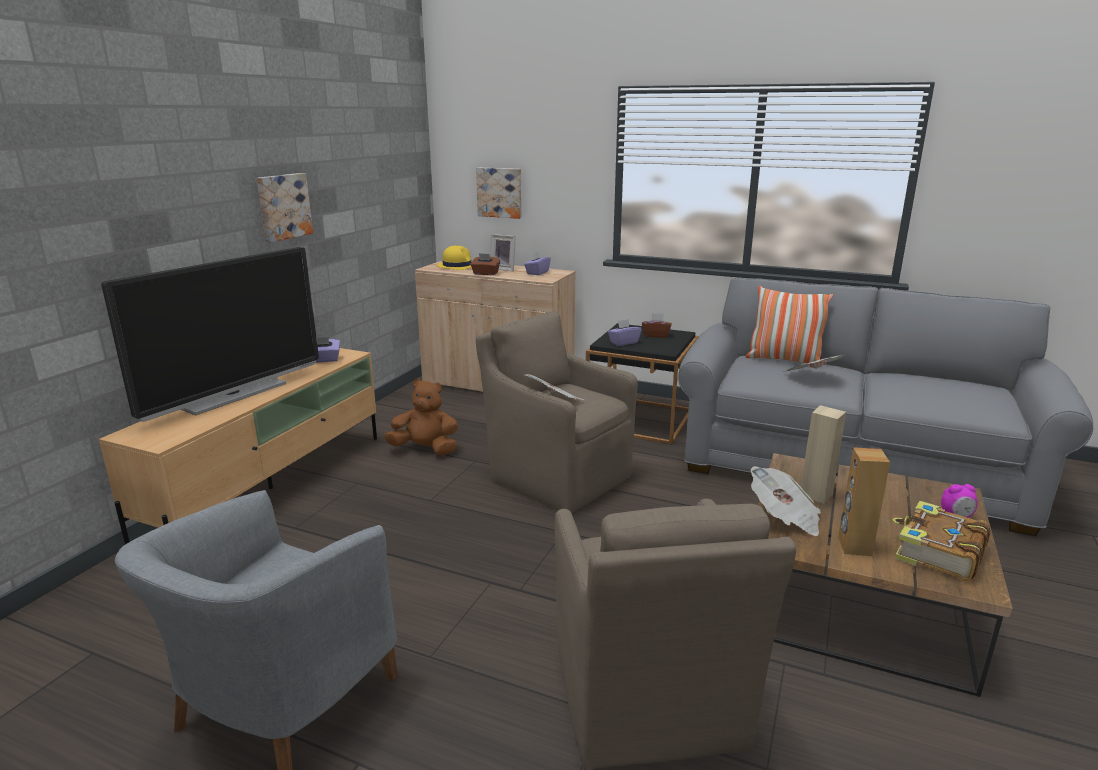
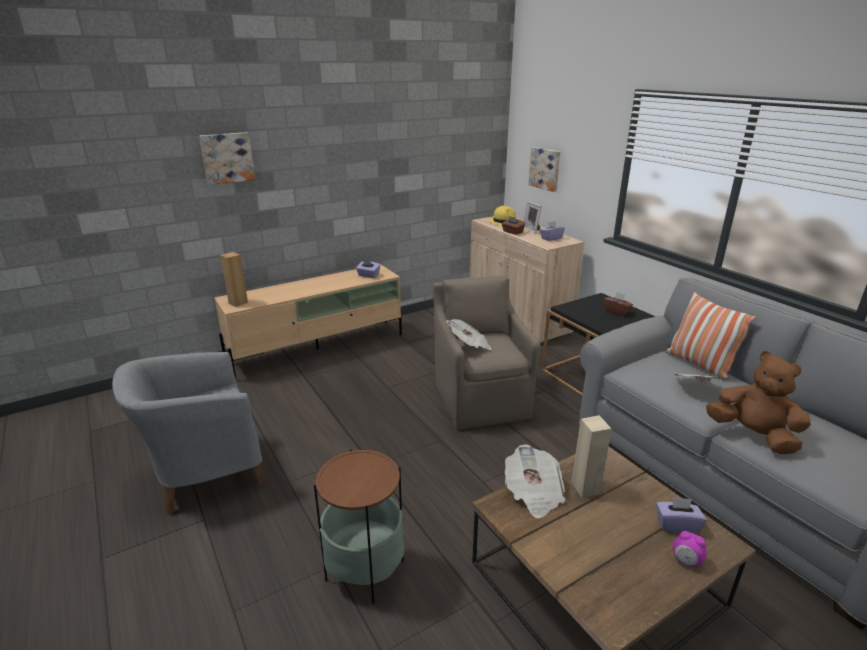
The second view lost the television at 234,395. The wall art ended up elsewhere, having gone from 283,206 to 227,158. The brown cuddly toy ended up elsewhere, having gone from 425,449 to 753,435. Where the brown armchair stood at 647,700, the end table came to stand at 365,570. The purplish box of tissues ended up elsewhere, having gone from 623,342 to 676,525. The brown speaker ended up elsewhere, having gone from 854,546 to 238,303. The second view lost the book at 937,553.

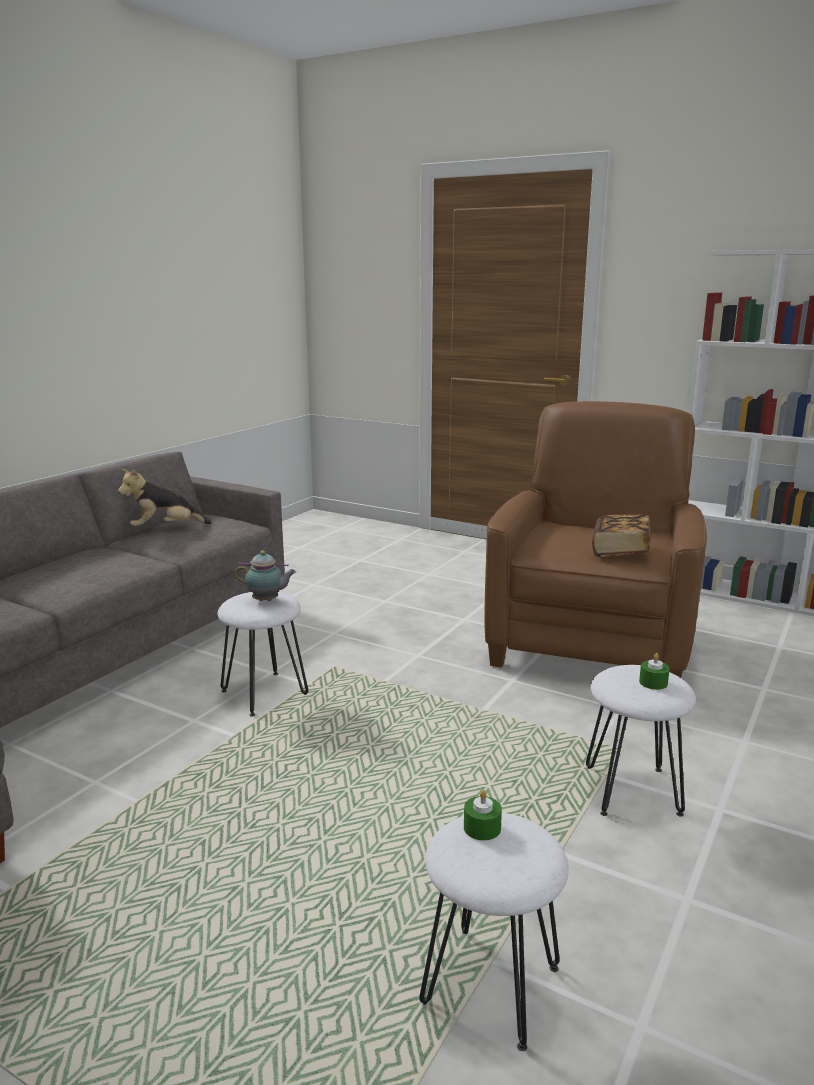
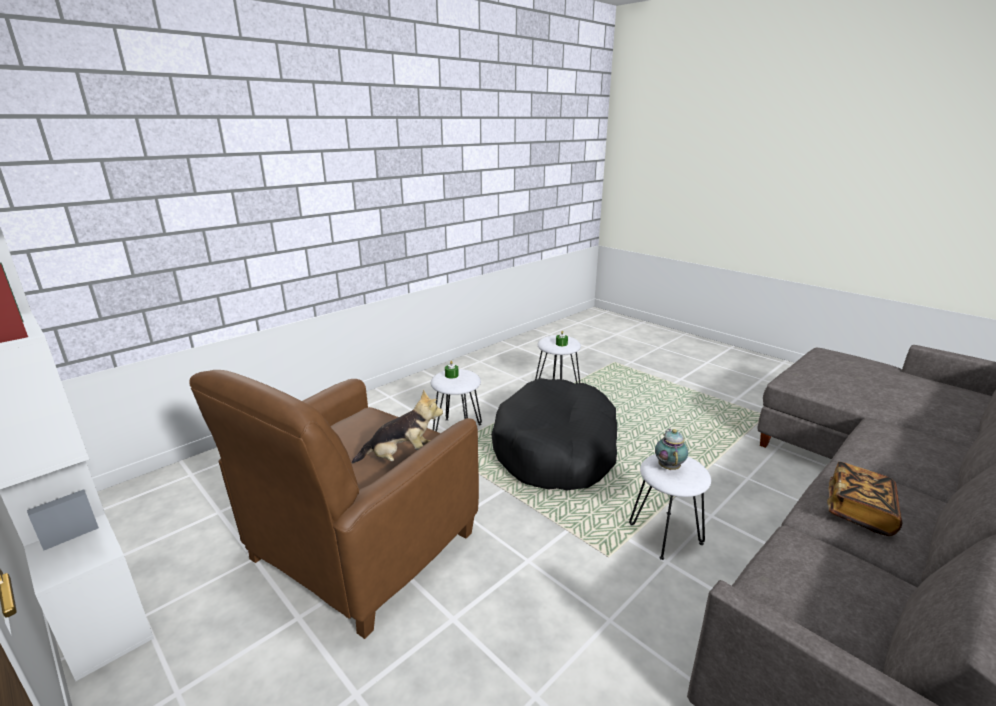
The cuddly toy ended up elsewhere, having gone from 165,529 to 401,459. The pot for tea at 267,601 ended up facing another way, 75 degrees clockwise from before. The book ended up elsewhere, having gone from 620,551 to 859,511. The second view gained the black pet bed at 556,450.

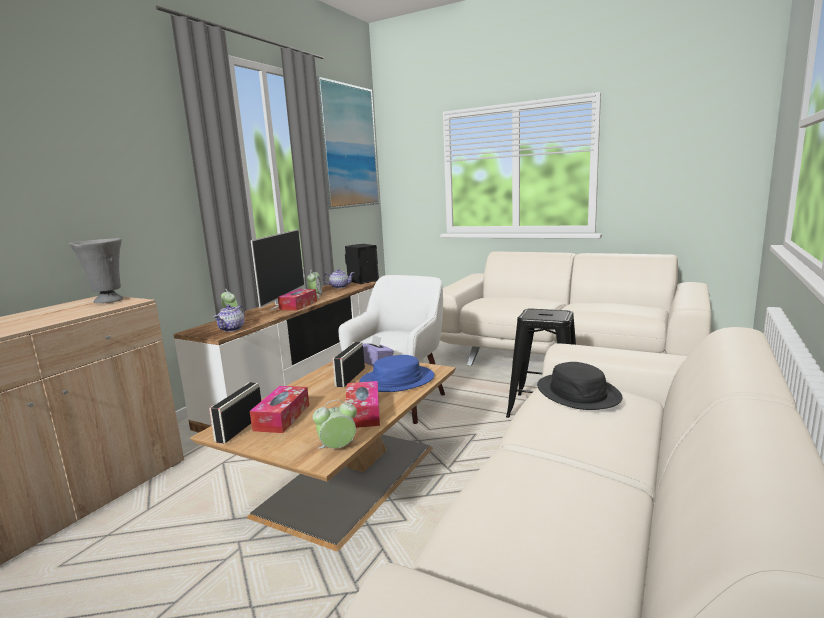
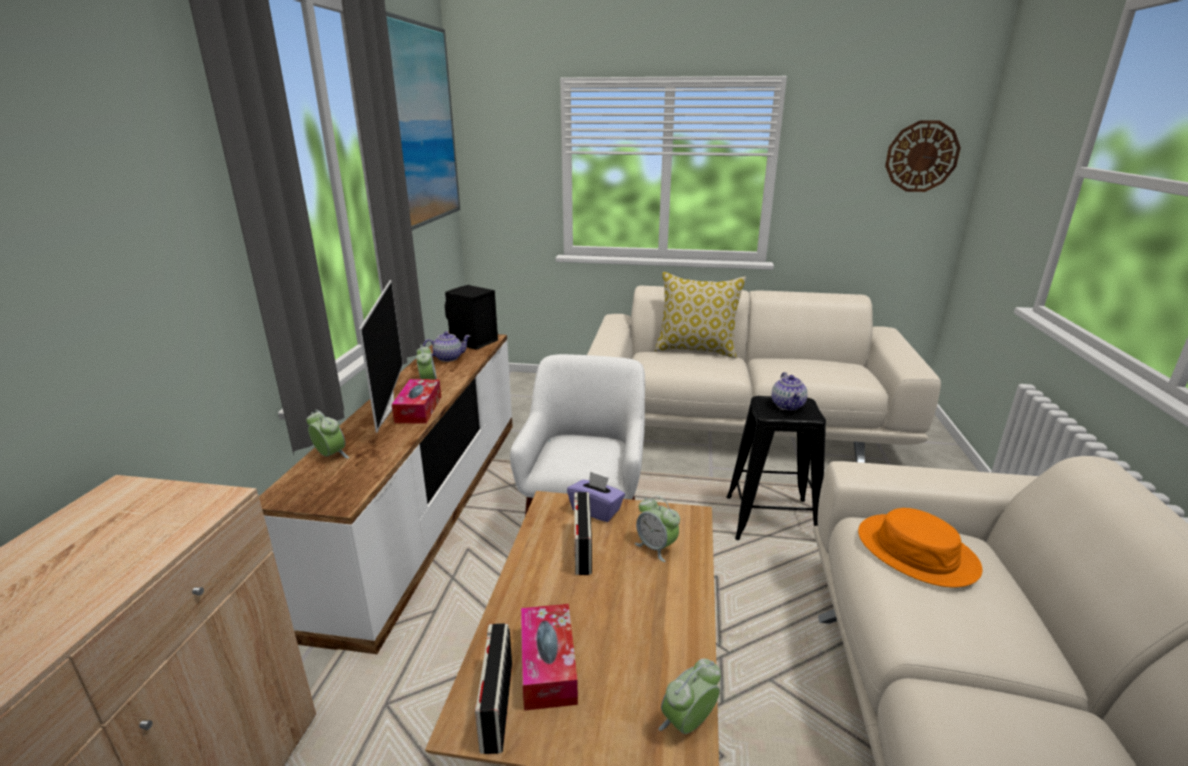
The second view lost the greyish decorative vase at 107,301. The pot for tea ended up elsewhere, having gone from 232,329 to 788,405. The second view lost the box of tissues at 363,412. Where the bluish hat stood at 397,380, the table clock came to stand at 656,547. What was the black hat at 578,393 turned into the orange-coloured hat at 916,551. The second view gained the pillow at 696,350. The second view gained the hanging clock at 921,156.

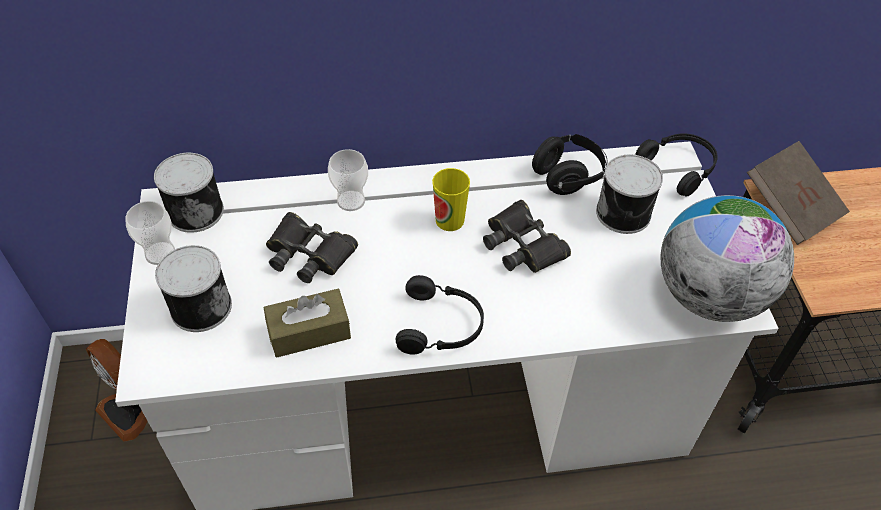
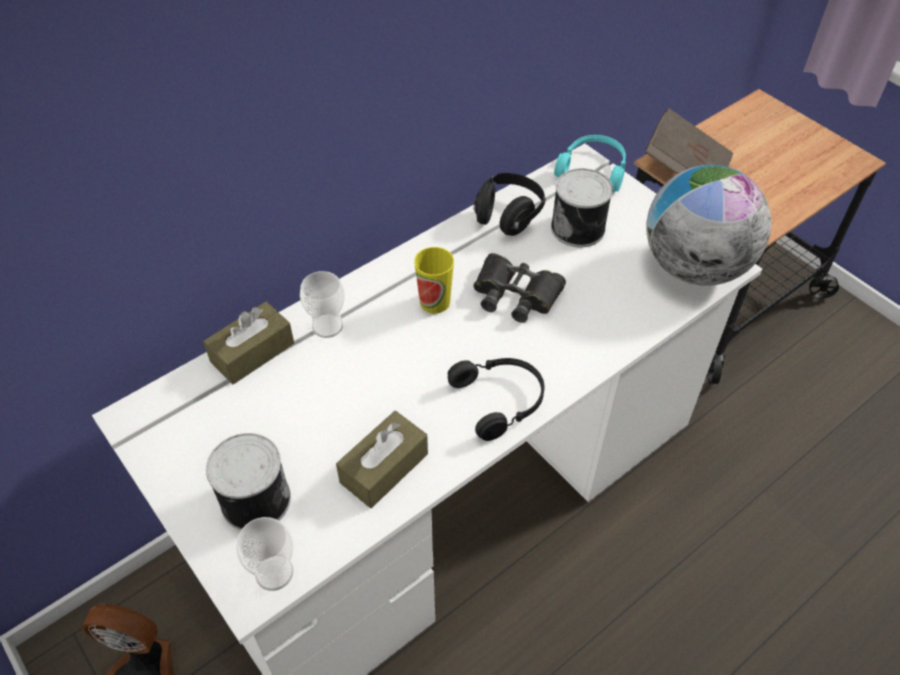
The drinking cup ended up elsewhere, having gone from 160,253 to 274,572. The second view lost the sealed can at 195,210. The second view lost the black binoculars at 309,253. What was the black pair of headphones at 680,167 turned into the blue-green pair of headphones at 593,169. The second view gained the brown box of tissues at 252,352.

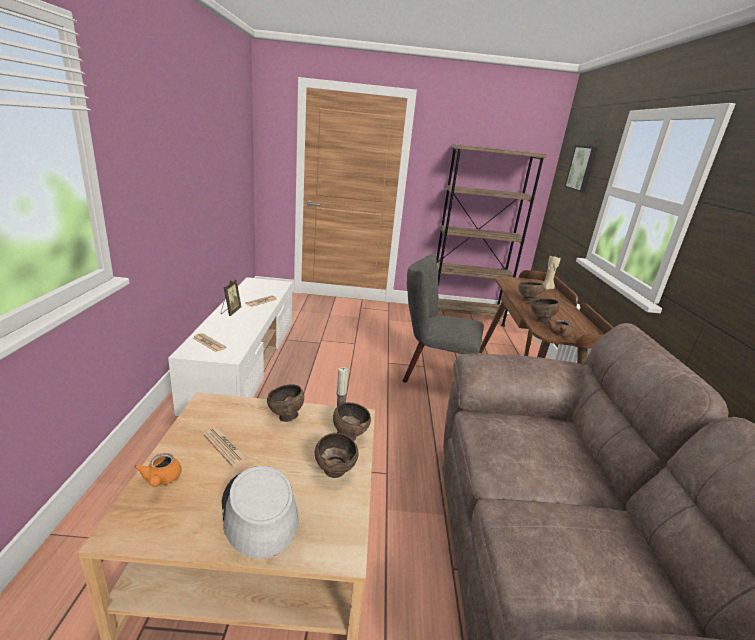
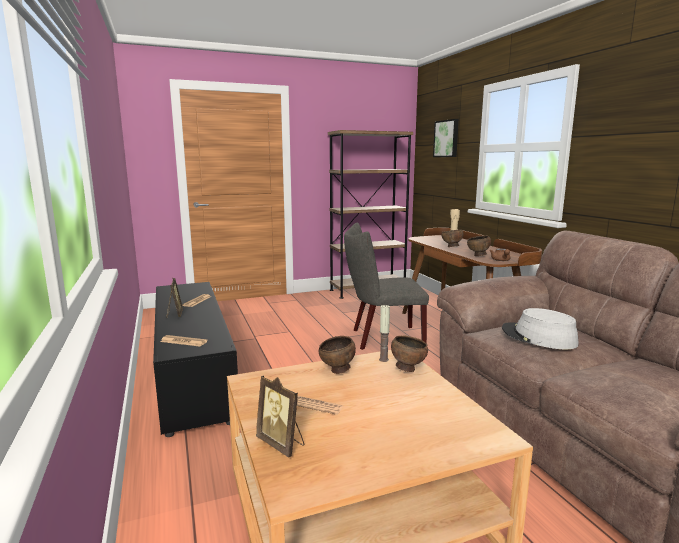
Where the orange-coloured pot for tea stood at 161,480, the standing frame came to stand at 281,444. What was the white-coloured tv unit at 245,362 turned into the black tv unit at 192,372. The greyish hat ended up elsewhere, having gone from 258,512 to 538,337. The second view lost the brown deep dish at 335,472.

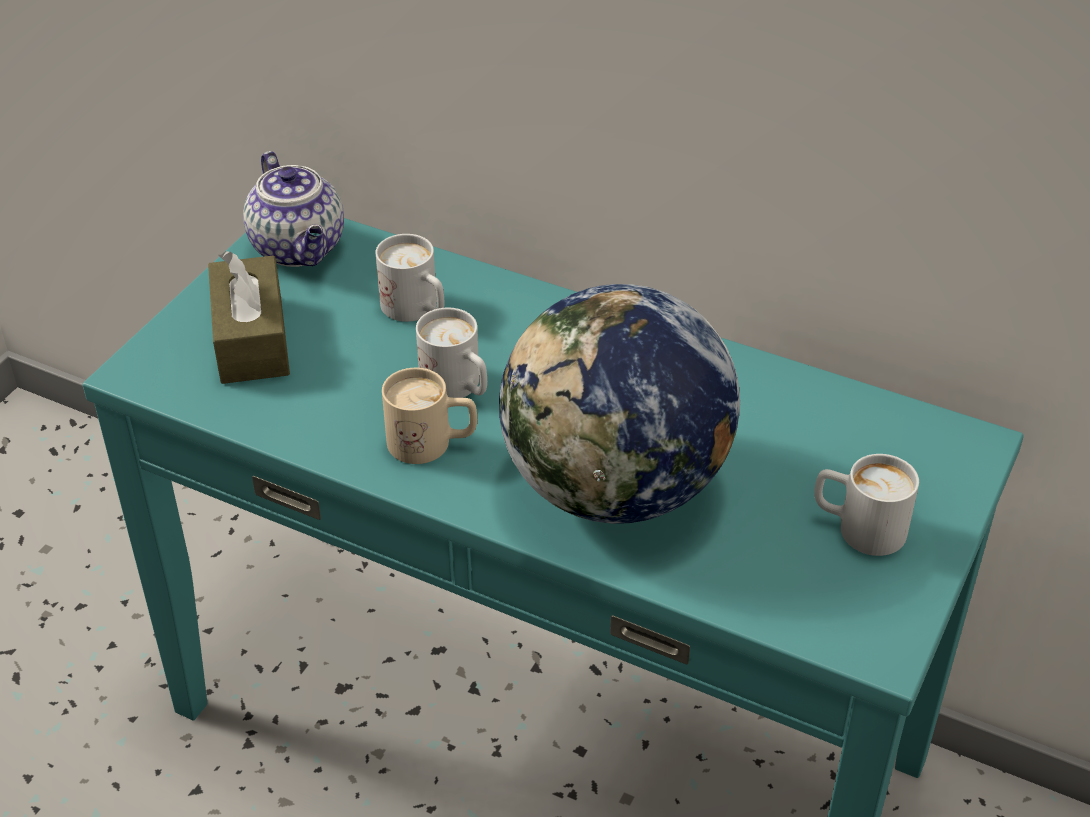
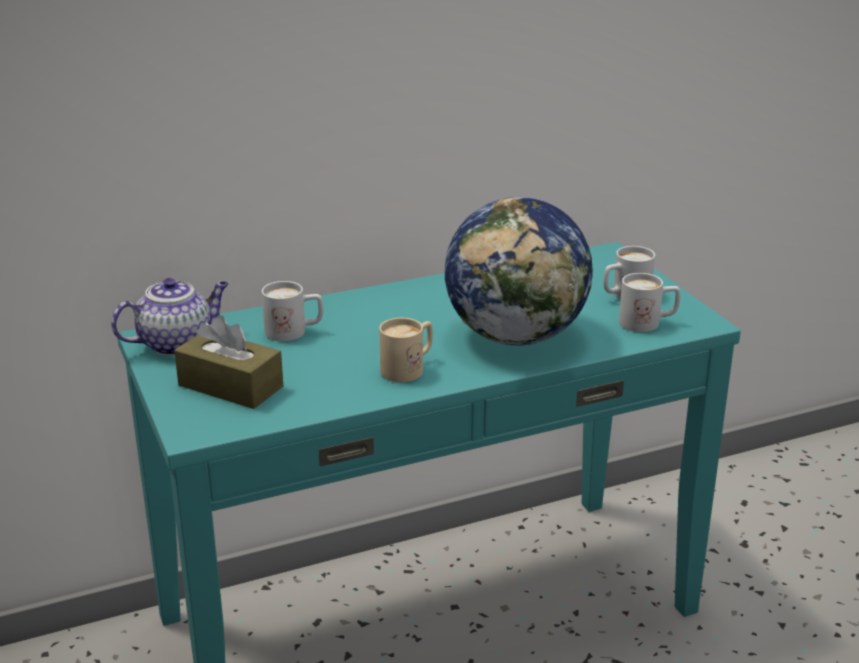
The pot for tea at 300,249 ended up facing another way, 45 degrees counterclockwise from before. The white-coloured mug ended up elsewhere, having gone from 458,388 to 648,323.

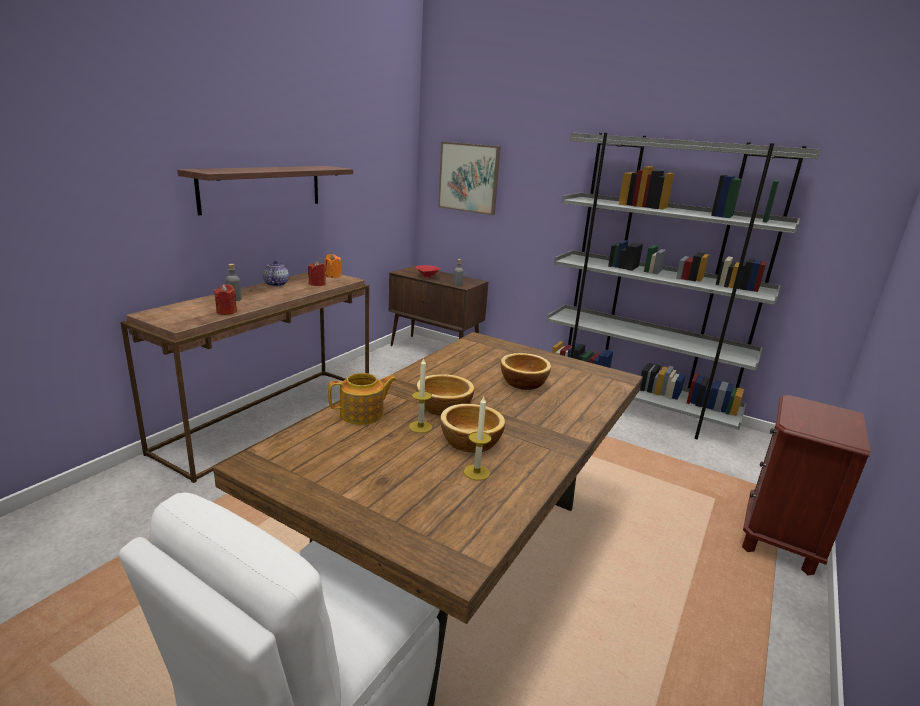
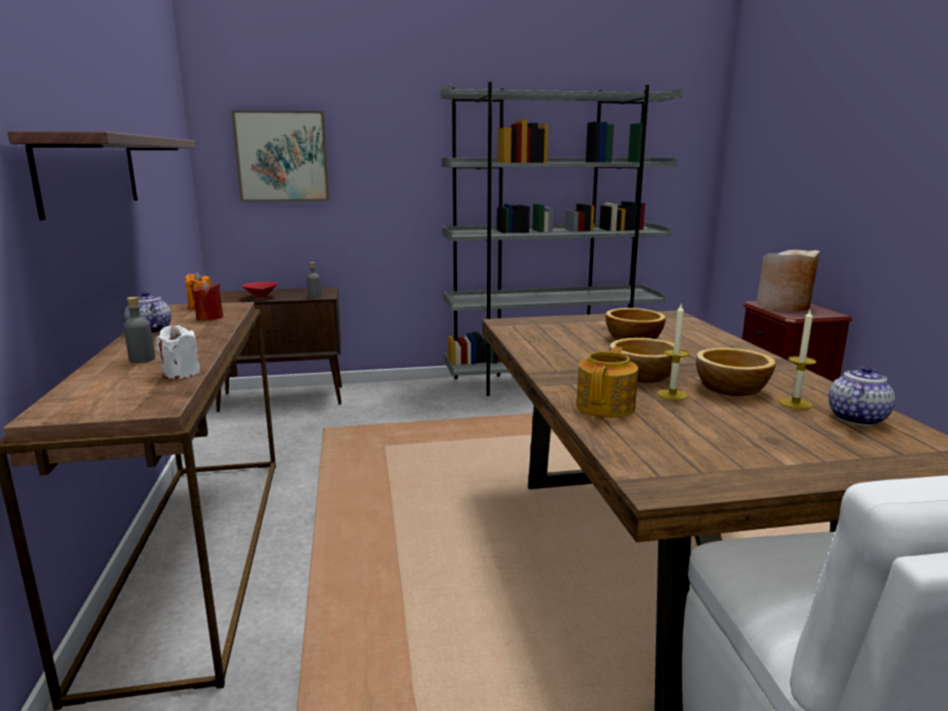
What was the red-coloured candle at 226,312 turned into the white-coloured candle at 181,373. The second view gained the sand-coloured decorative vase at 783,306. The second view gained the pot for tea at 856,418.

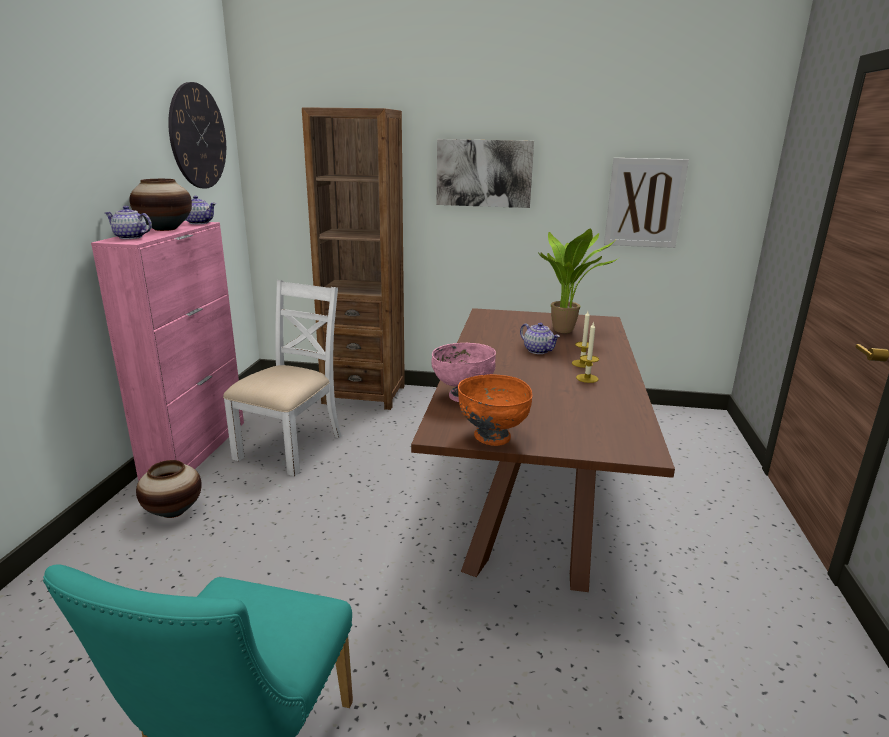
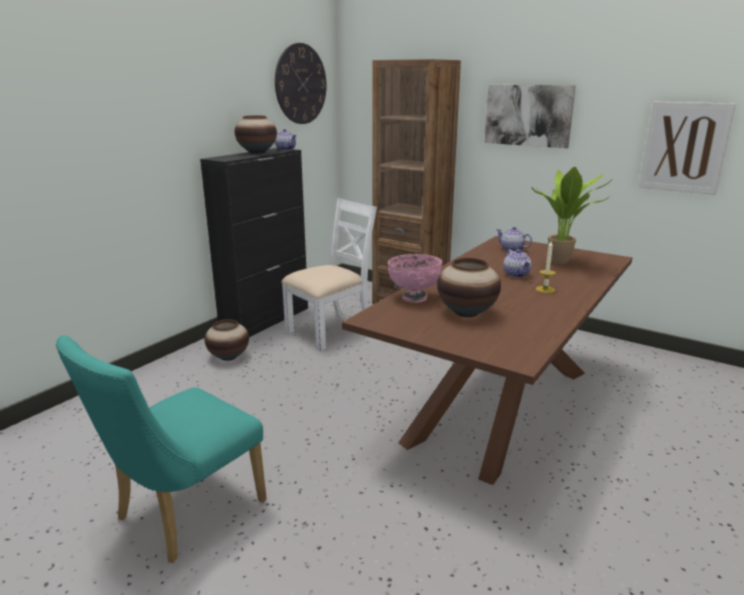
What was the pink-coloured cabinet at 196,448 turned into the black cabinet at 266,320. The pot for tea ended up elsewhere, having gone from 131,237 to 512,249. The second view lost the orange-coloured deep dish at 492,438. The second view lost the candle at 587,378. The second view gained the decorative vase at 466,313.

